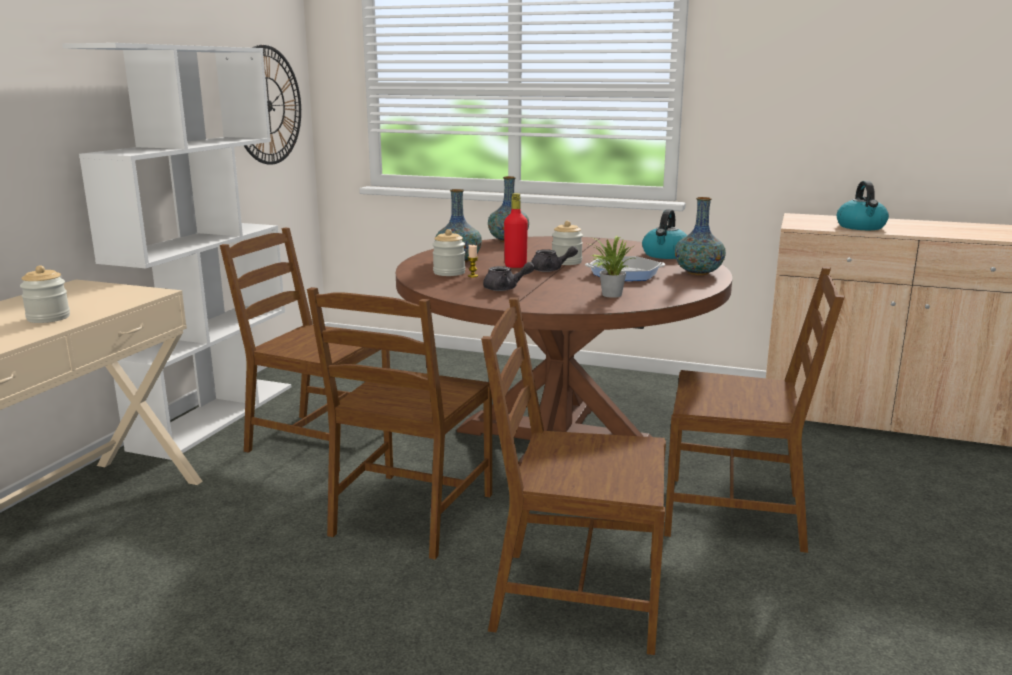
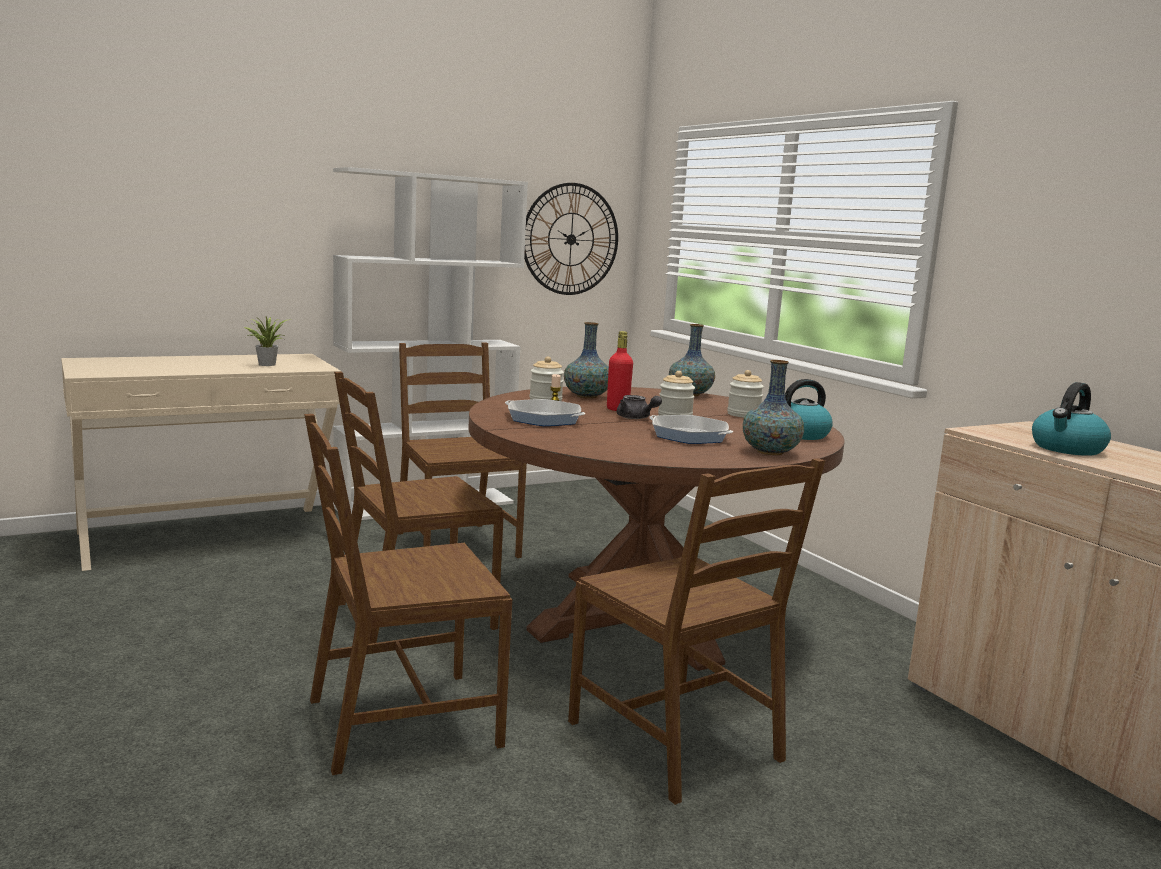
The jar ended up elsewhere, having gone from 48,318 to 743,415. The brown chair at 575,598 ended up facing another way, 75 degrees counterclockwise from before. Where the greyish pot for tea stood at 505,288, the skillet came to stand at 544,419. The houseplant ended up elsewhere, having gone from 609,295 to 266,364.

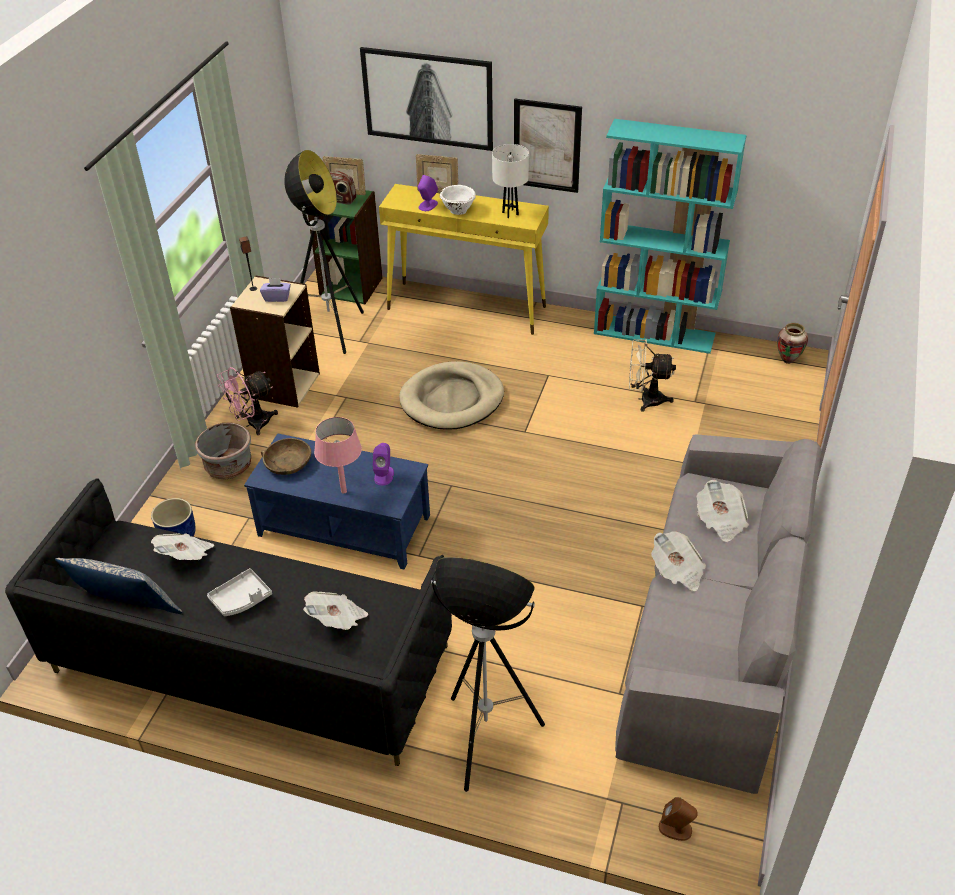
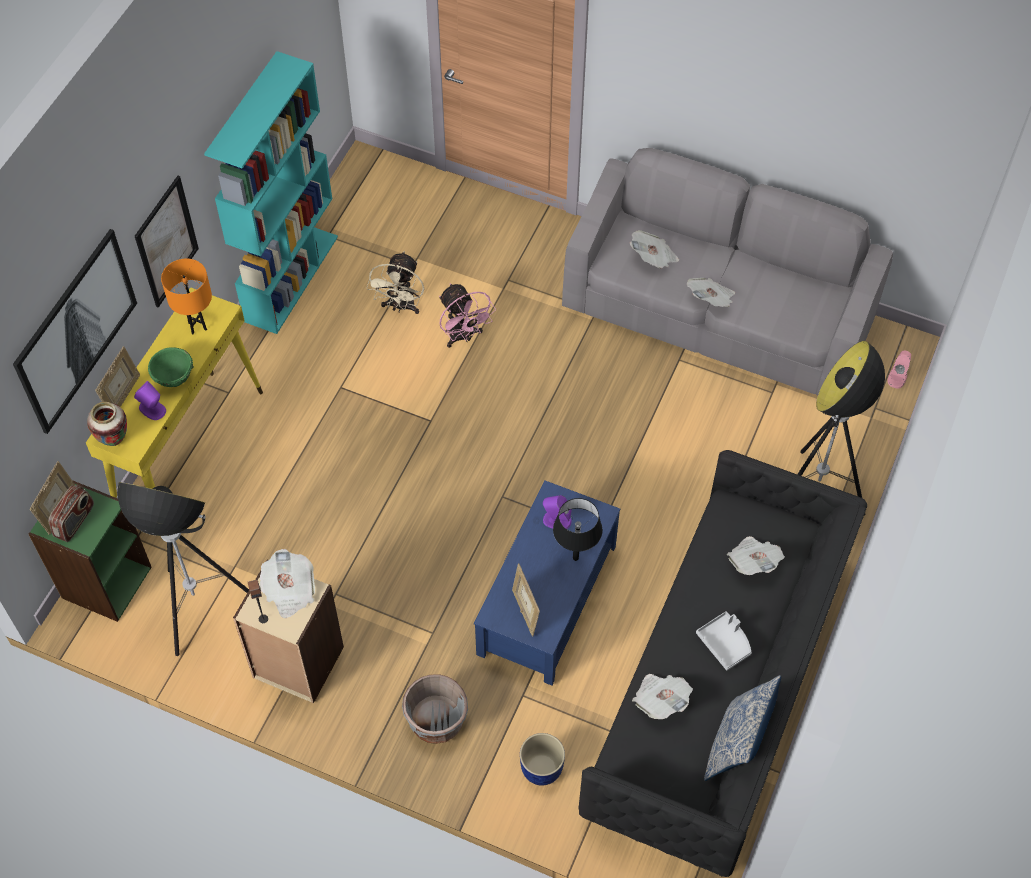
The pink-coloured cooling fan ended up elsewhere, having gone from 253,424 to 463,337. Where the purplish box of tissues stood at 277,297, the printed paper came to stand at 289,591. Where the brown deep dish stood at 287,463, the standing frame came to stand at 525,611. What was the pink-coloured table lamp at 343,491 turned into the black table lamp at 575,558. The second view lost the sand-coloured pet bed at 452,400. What was the white-coloured deep dish at 458,210 turned into the green deep dish at 174,378. What was the white-coloured table lamp at 510,213 turned into the orange-coloured table lamp at 197,326. What was the brown speaker at 675,828 turned into the pink-coloured speaker at 897,377. The decorative vase ended up elsewhere, having gone from 788,360 to 114,440.

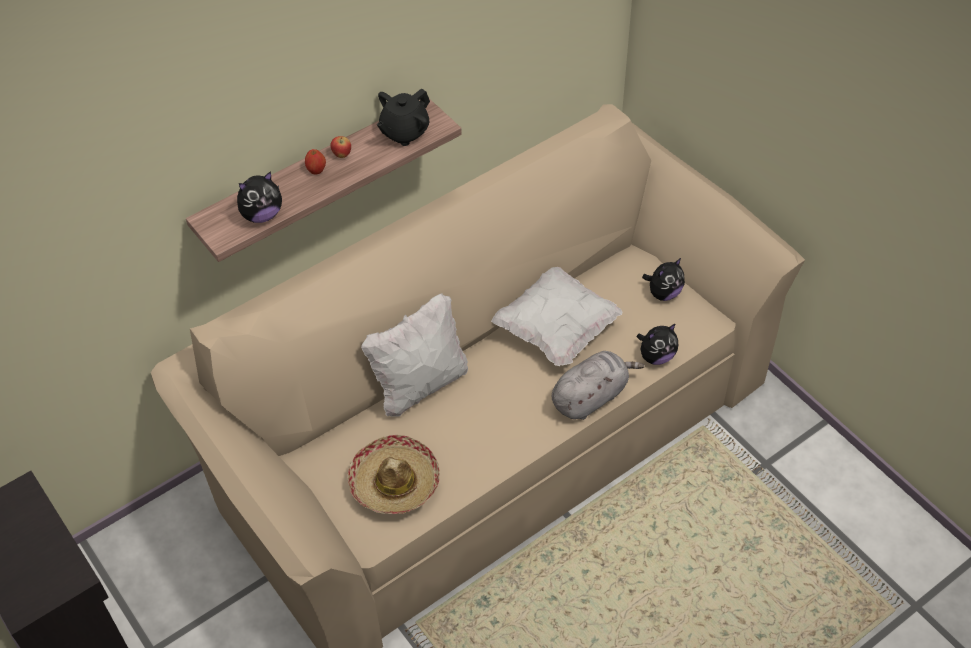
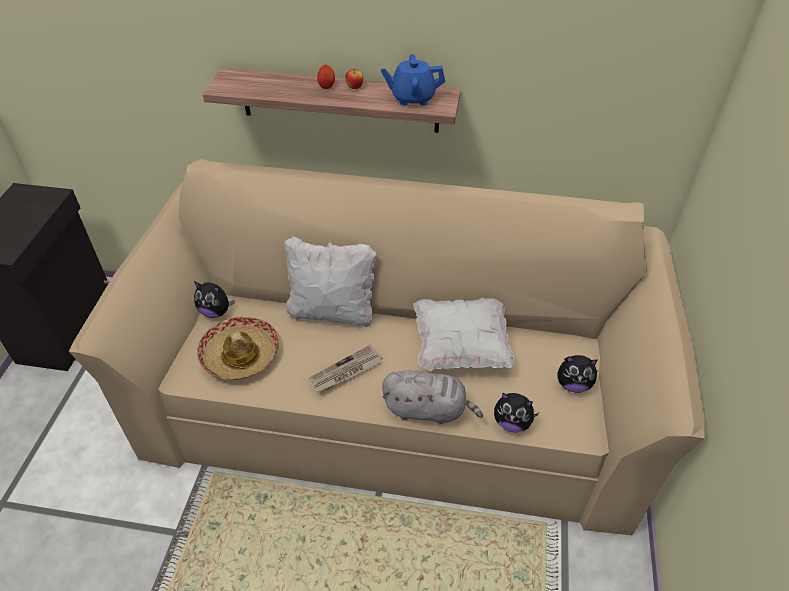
The cuddly toy ended up elsewhere, having gone from 262,215 to 216,312. What was the black pot for tea at 404,132 turned into the bluish pot for tea at 412,98. The second view gained the printed paper at 346,371.

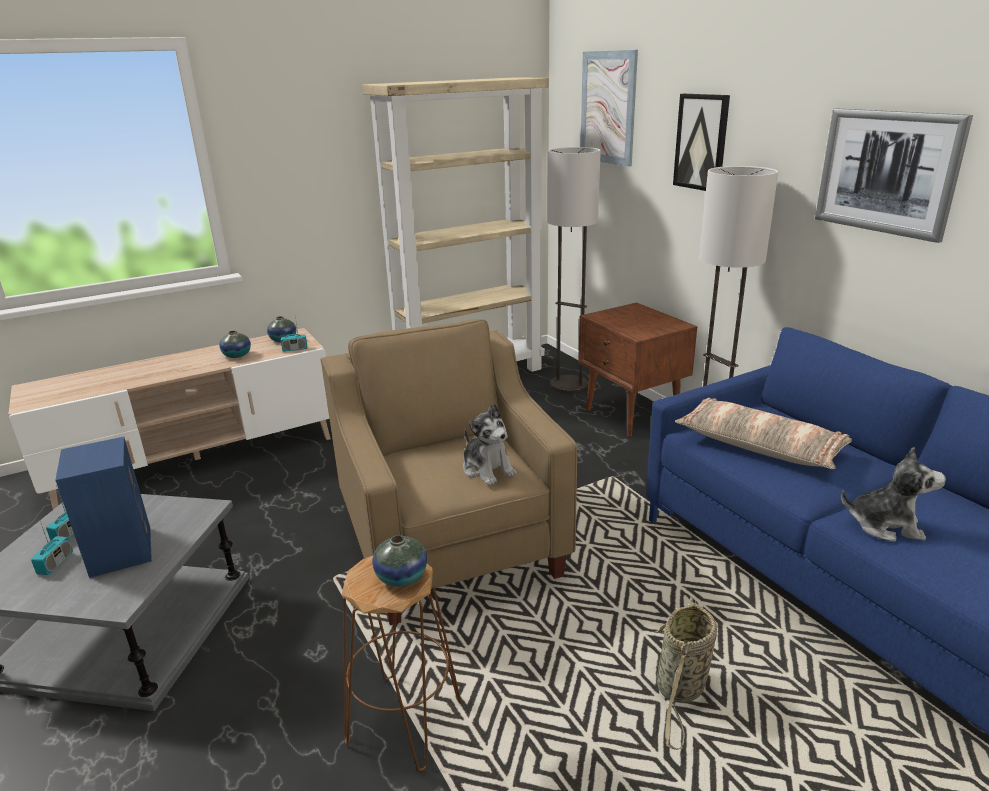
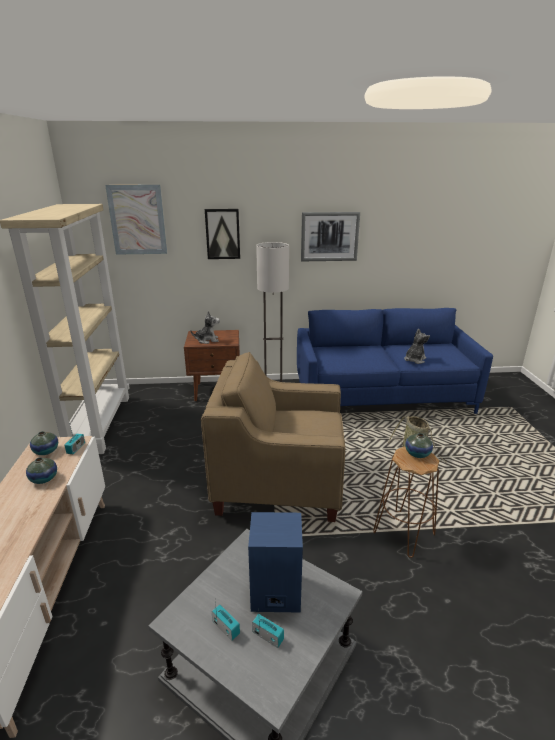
The cuddly toy ended up elsewhere, having gone from 487,469 to 207,340. The second view lost the floor lamp at 569,385. The second view lost the pillow at 759,446.

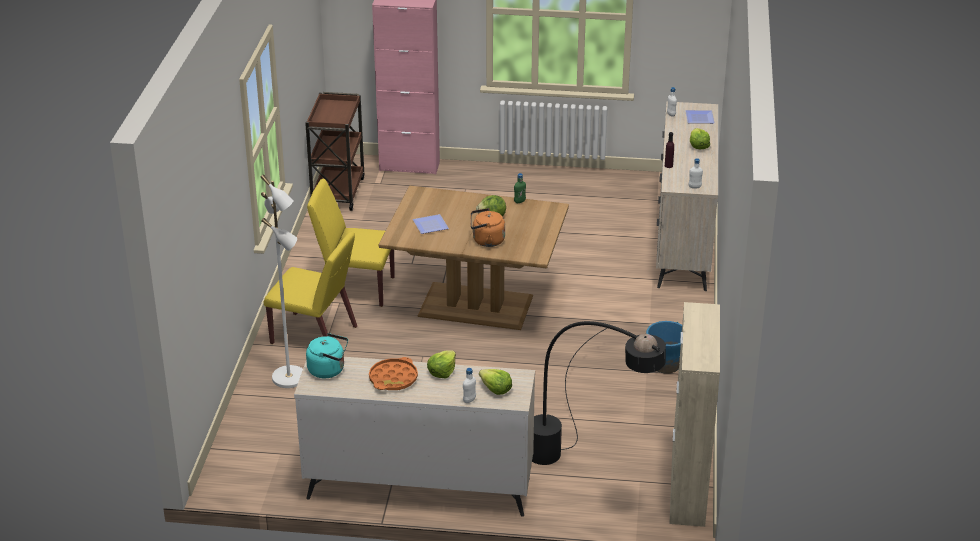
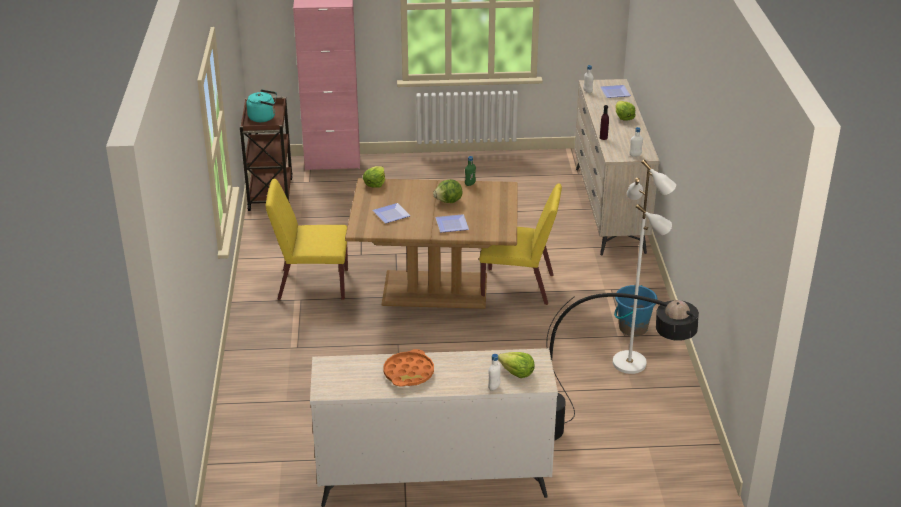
The white-coloured floor lamp ended up elsewhere, having gone from 290,377 to 630,363. The yellowish chair ended up elsewhere, having gone from 315,335 to 519,286. The blue-green tea kettle ended up elsewhere, having gone from 329,370 to 264,117. The lettuce ended up elsewhere, having gone from 442,371 to 375,183. Where the orange-coloured tea kettle stood at 486,241, the flat dish came to stand at 450,224. The second view lost the sand-coloured cabinet at 687,488.

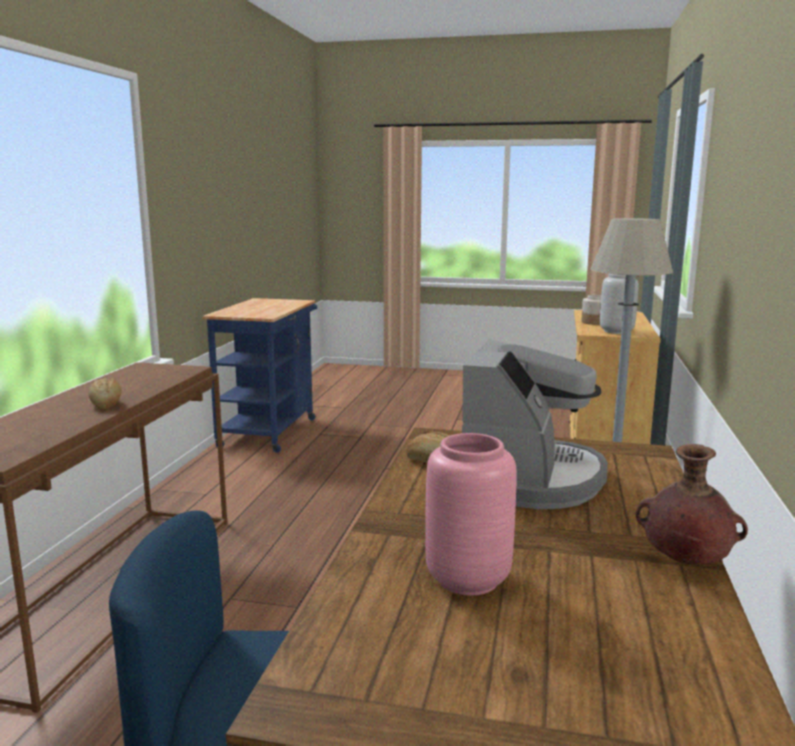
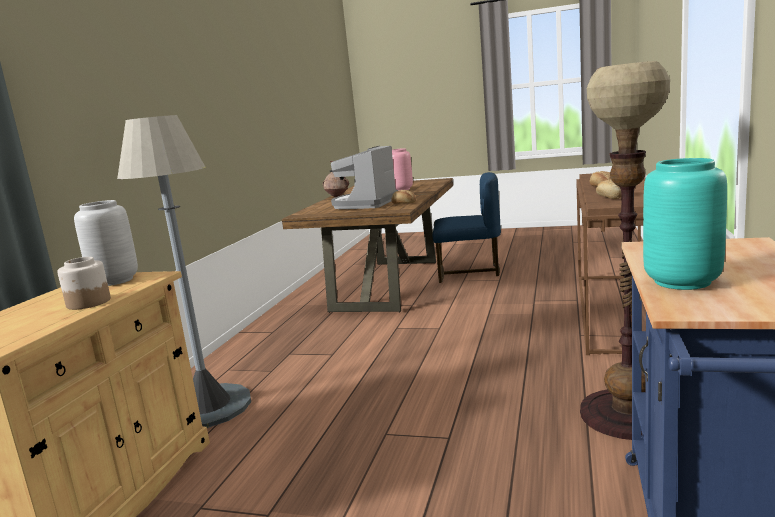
The second view gained the floor lamp at 627,415. The second view gained the bakery bread at 609,197. The second view gained the blue-green decorative vase at 682,282.

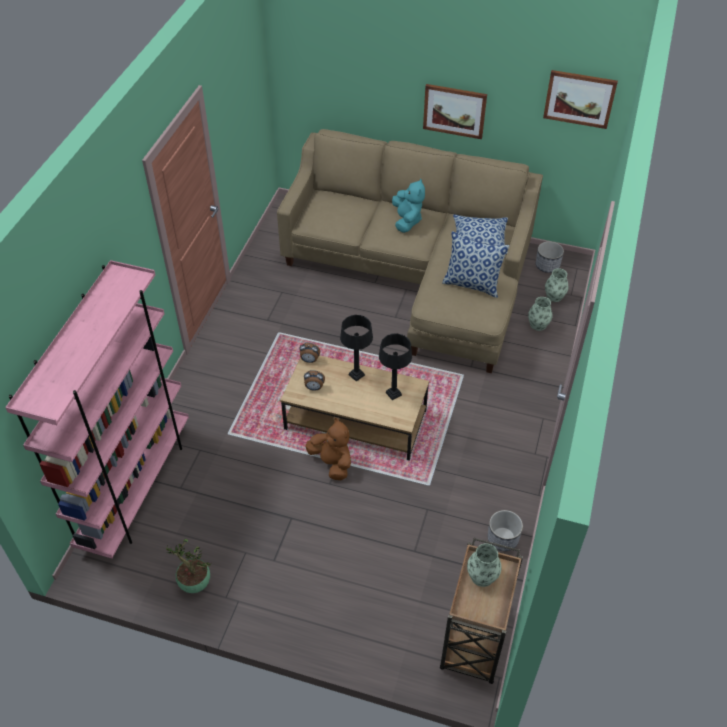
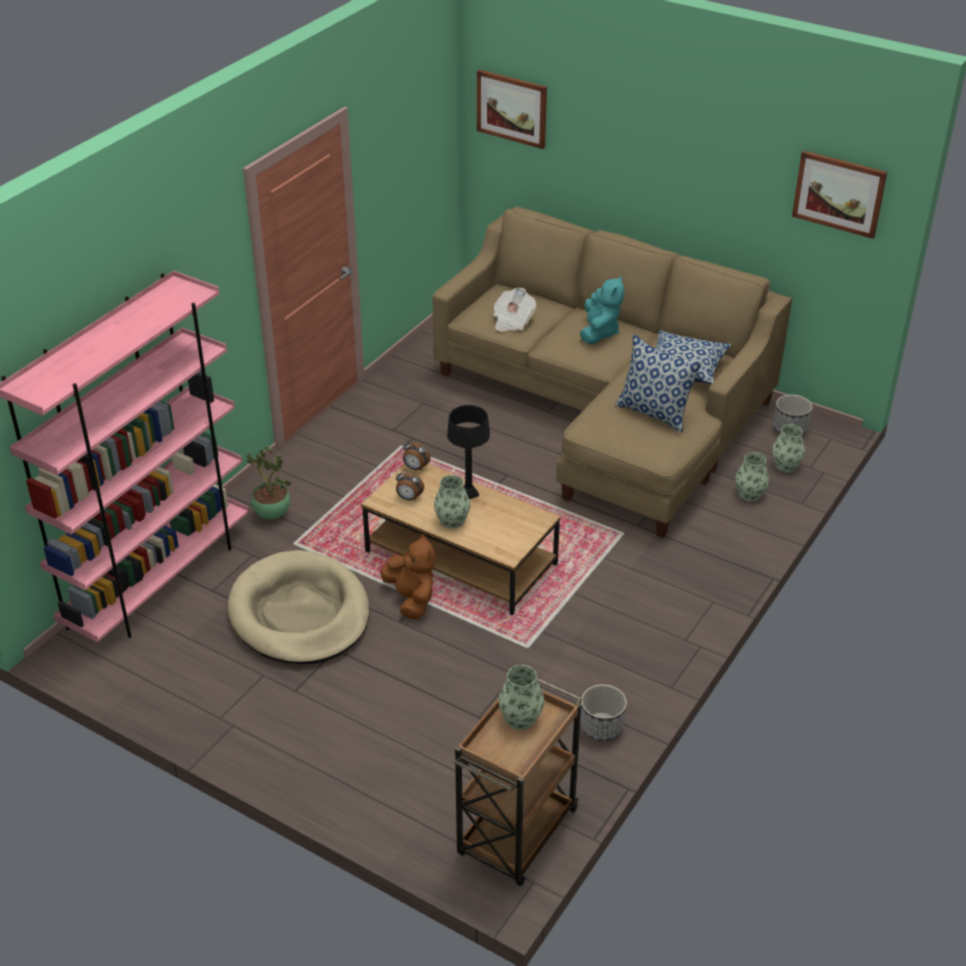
The houseplant ended up elsewhere, having gone from 194,583 to 271,514. The second view lost the black table lamp at 393,394. The wall art ended up elsewhere, having gone from 454,111 to 512,108. The second view gained the sand-coloured pet bed at 300,614. The second view gained the decorative vase at 452,520. The second view gained the printed paper at 512,321.

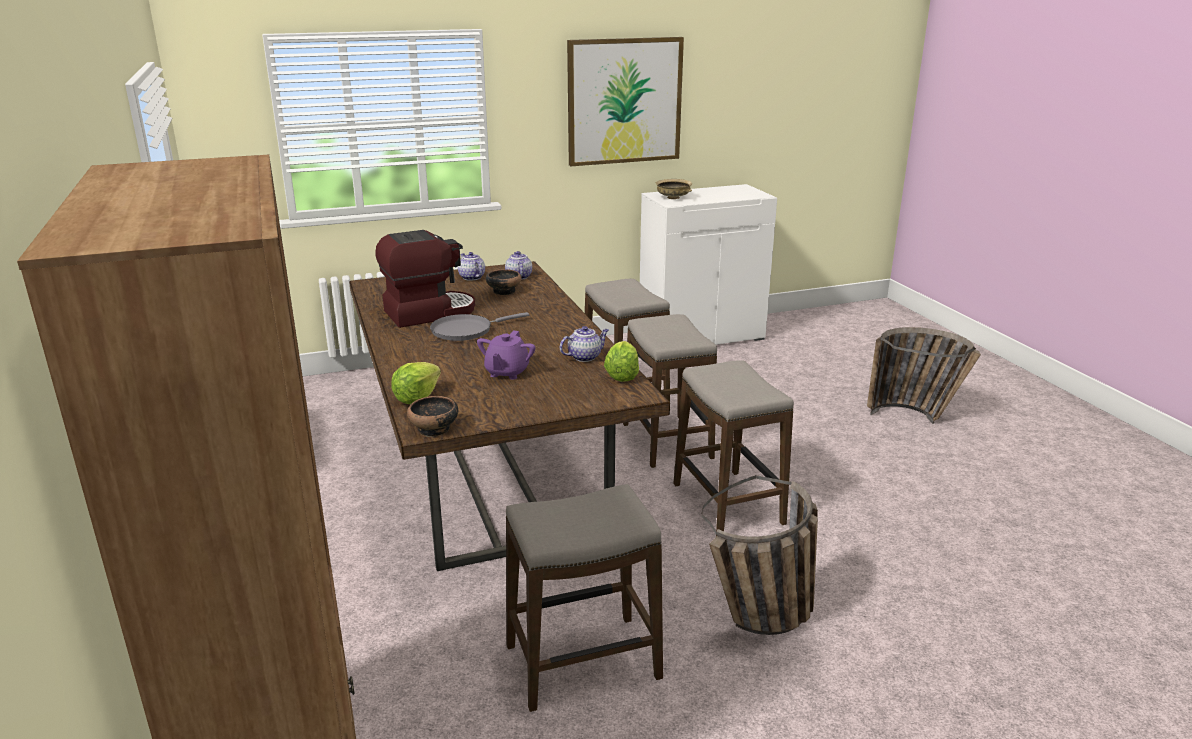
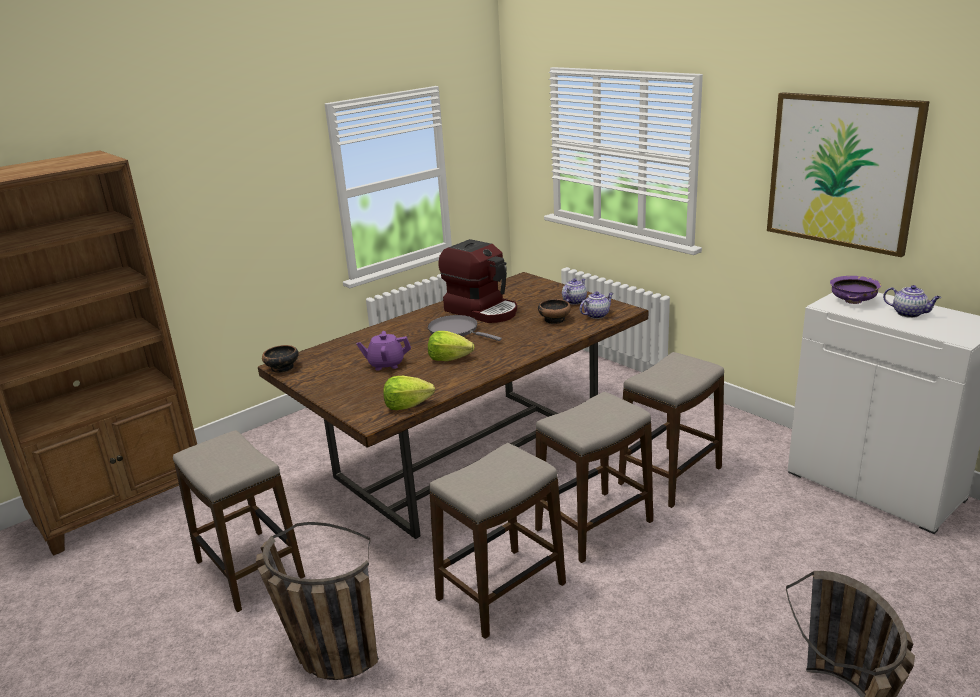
The lettuce ended up elsewhere, having gone from 417,397 to 449,358. The pot for tea ended up elsewhere, having gone from 585,357 to 909,313. What was the sand-coloured deep dish at 673,198 turned into the purplish deep dish at 853,301.

